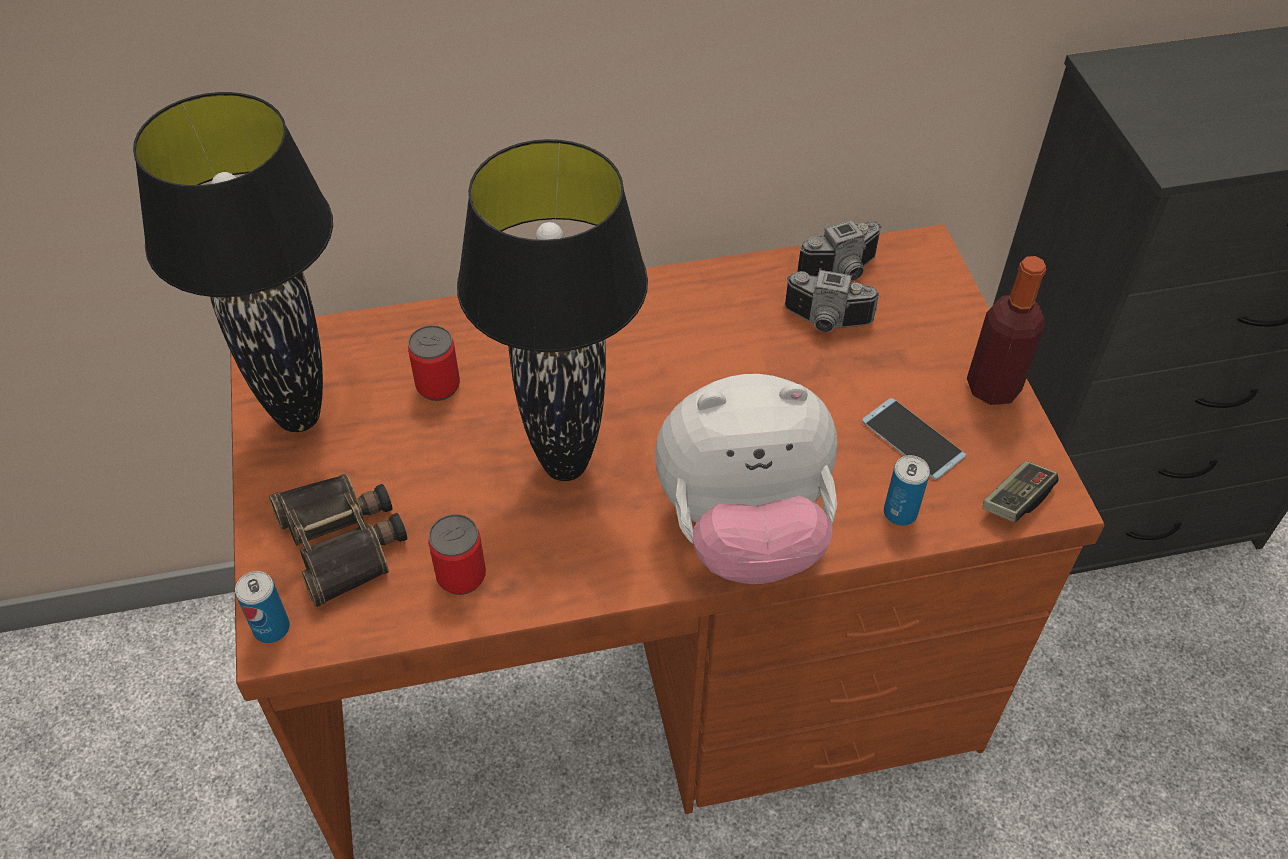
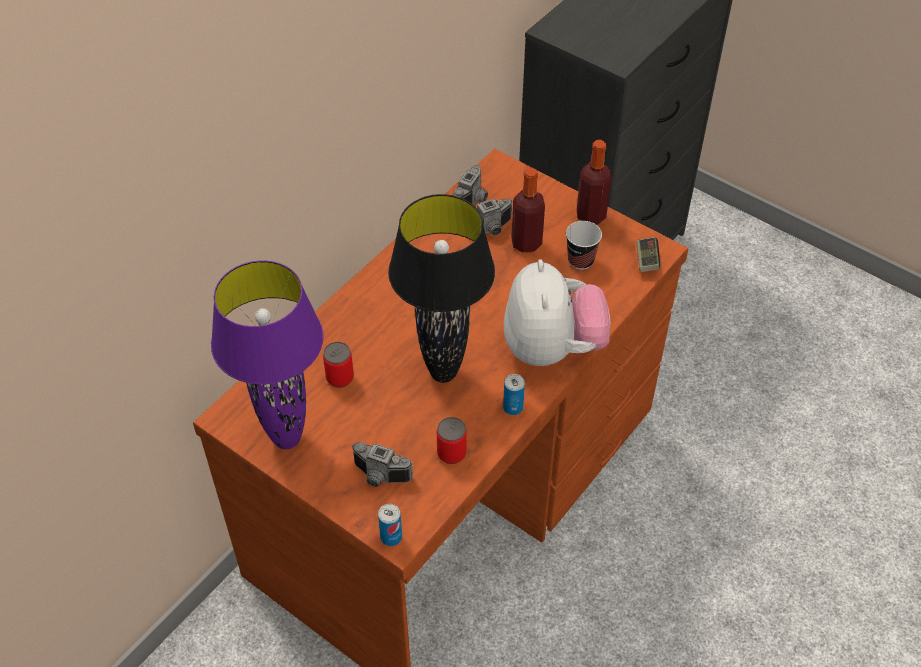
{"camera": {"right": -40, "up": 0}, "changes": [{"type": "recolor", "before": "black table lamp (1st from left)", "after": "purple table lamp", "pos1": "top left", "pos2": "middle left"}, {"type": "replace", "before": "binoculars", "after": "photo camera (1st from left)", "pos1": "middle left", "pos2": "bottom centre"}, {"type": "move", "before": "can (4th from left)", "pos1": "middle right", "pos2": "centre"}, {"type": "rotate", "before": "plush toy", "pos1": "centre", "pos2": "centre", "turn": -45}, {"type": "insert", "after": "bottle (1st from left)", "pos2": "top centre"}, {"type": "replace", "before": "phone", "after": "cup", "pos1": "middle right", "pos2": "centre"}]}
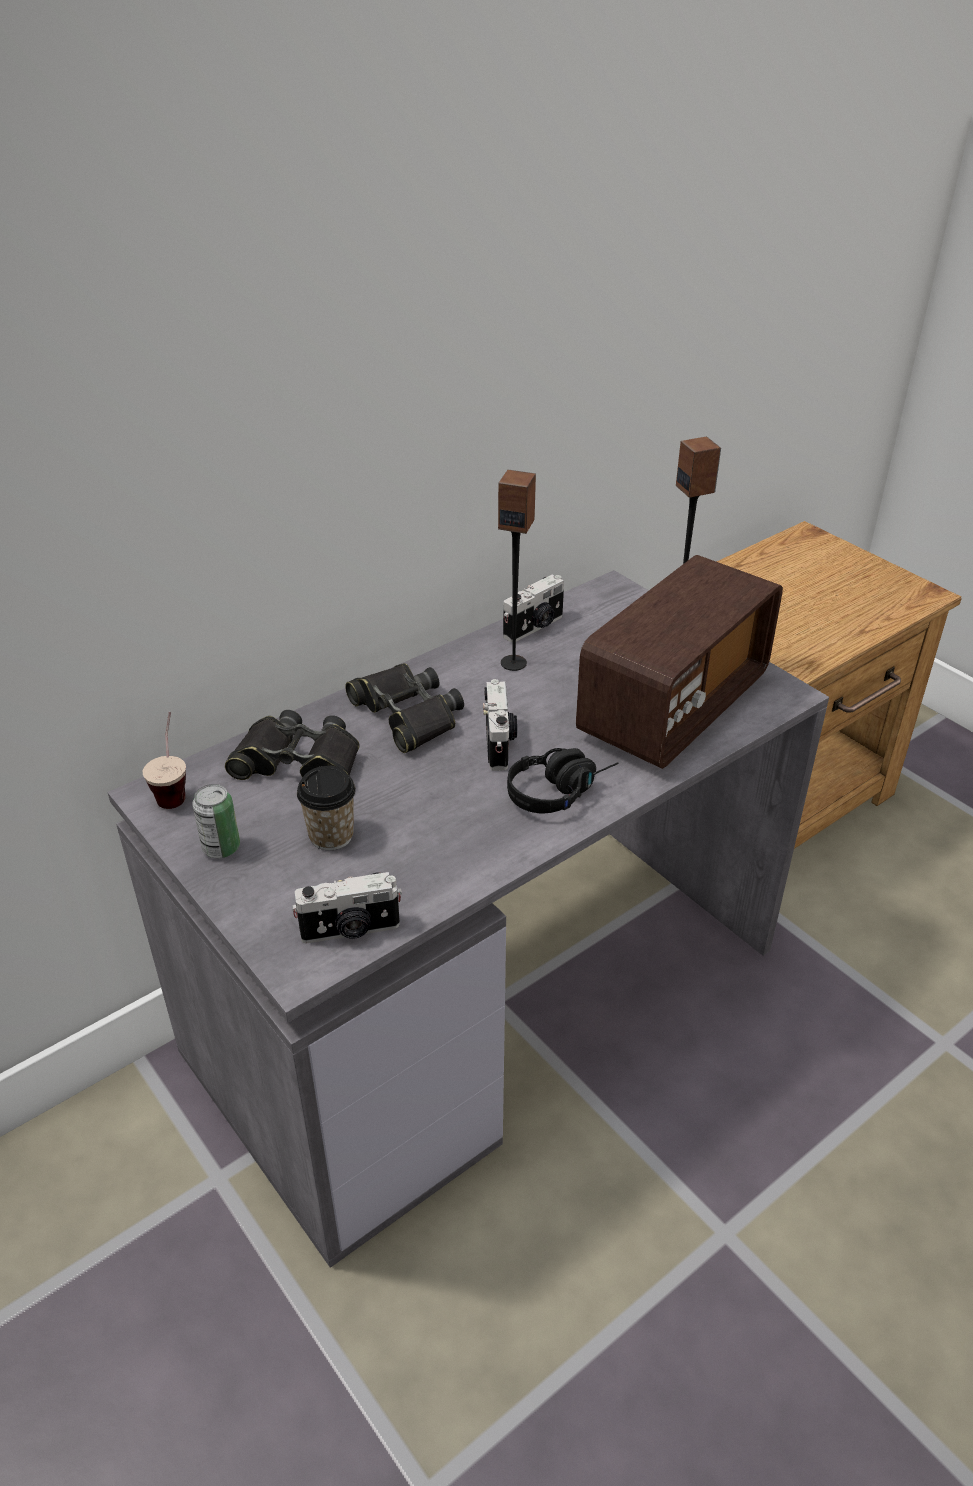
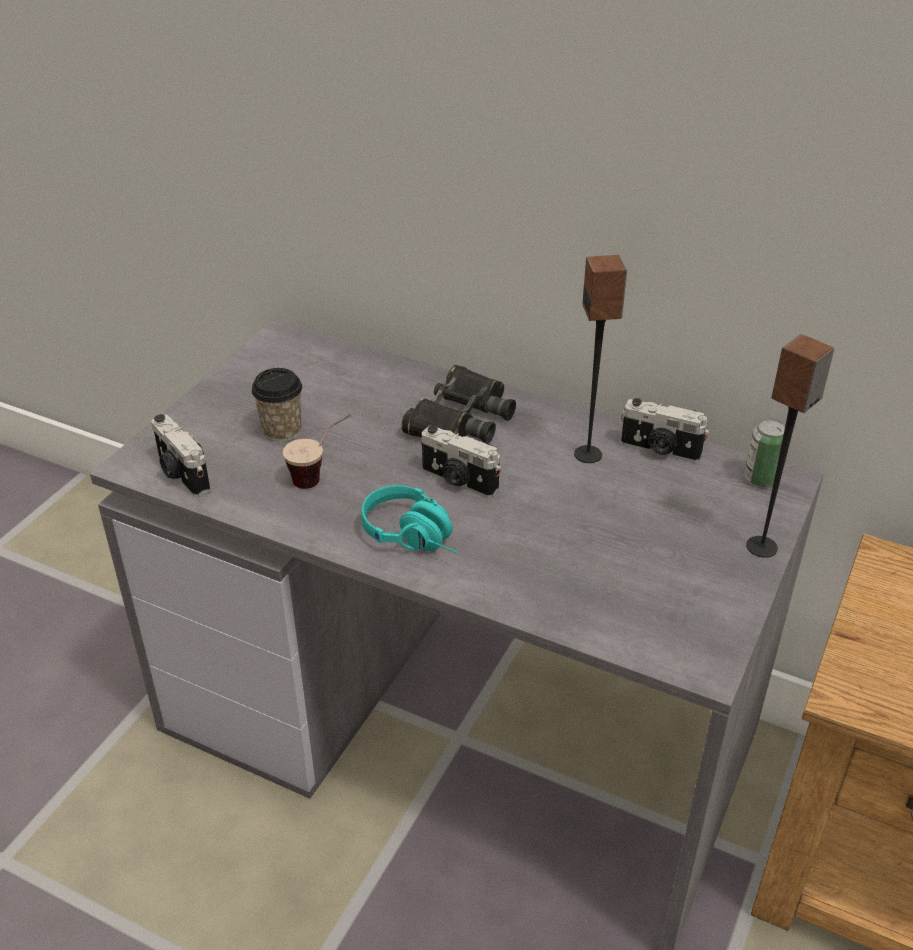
{"camera": {"right": 65, "up": 0}, "changes": [{"type": "move", "before": "cup (1st from left in the first image)", "after": "cup (2nd from left)", "pos1": "middle left", "pos2": "centre"}, {"type": "recolor", "before": "black headphones", "after": "turquoise headphones", "pos1": "centre", "pos2": "centre"}, {"type": "rotate", "before": "photo camera (2nd from left)", "pos1": "centre", "pos2": "centre", "turn": 60}, {"type": "move", "before": "can", "pos1": "middle left", "pos2": "middle right"}, {"type": "delete", "before": "black binoculars (1st from left)", "pos1": "middle left"}, {"type": "delete", "before": "radio", "pos1": "middle right"}]}
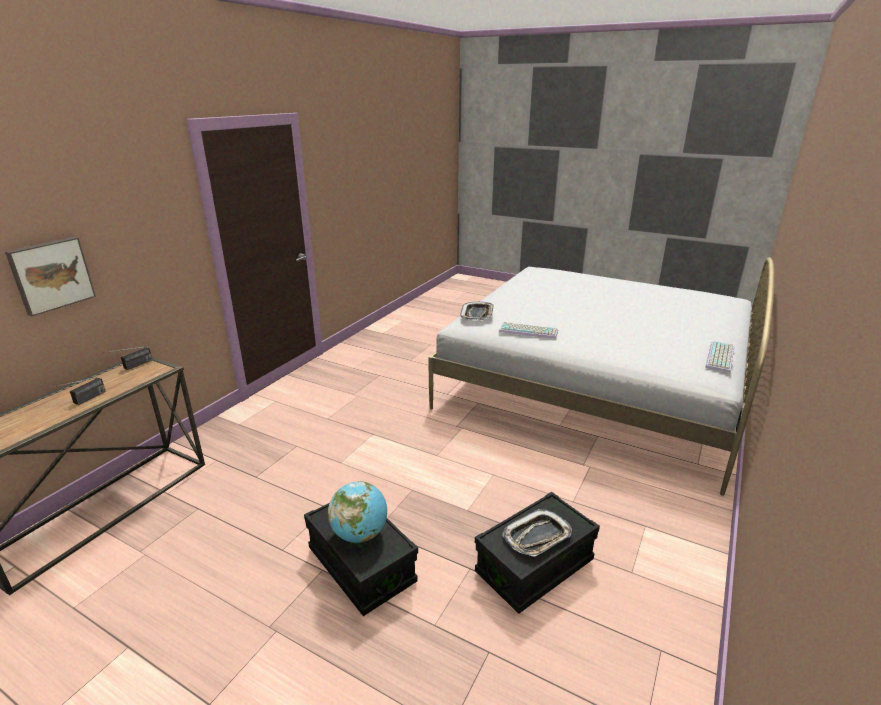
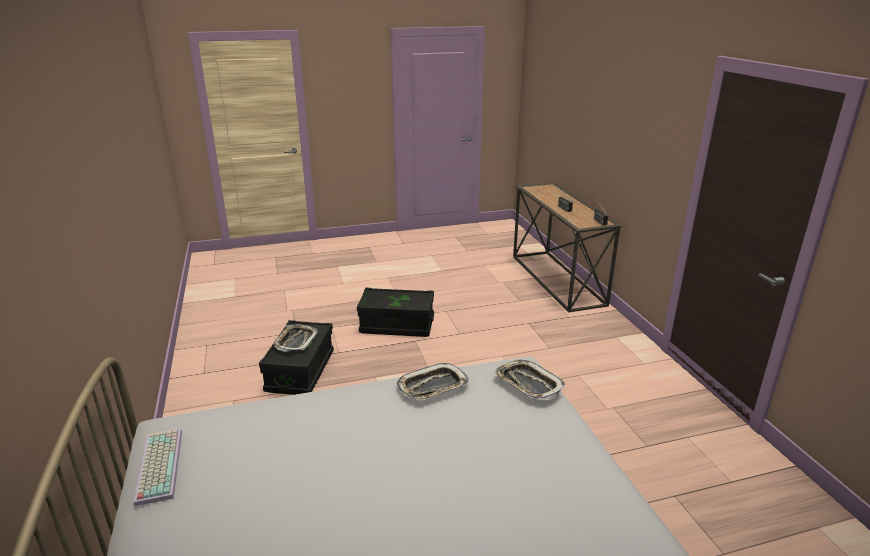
{"camera": {"right": 135, "up": 0}, "changes": [{"type": "replace", "before": "keyboard (1st from left)", "after": "tray (2nd from left)", "pos1": "centre", "pos2": "bottom centre"}, {"type": "delete", "before": "picture", "pos1": "middle left"}, {"type": "delete", "before": "globe", "pos1": "bottom centre"}]}
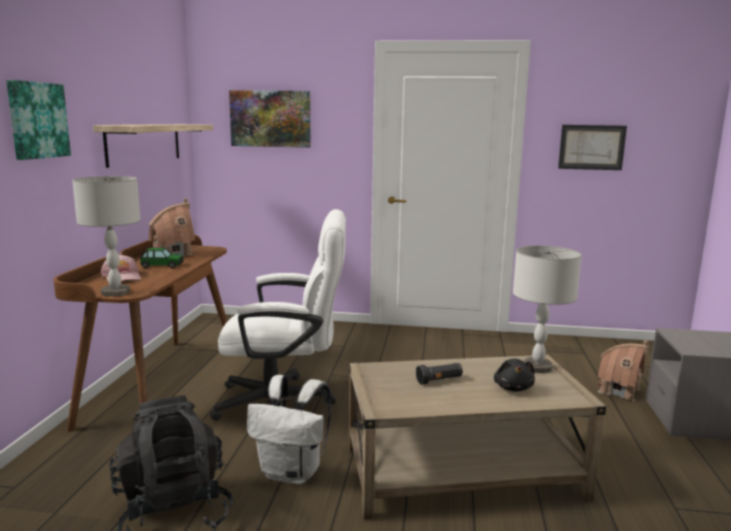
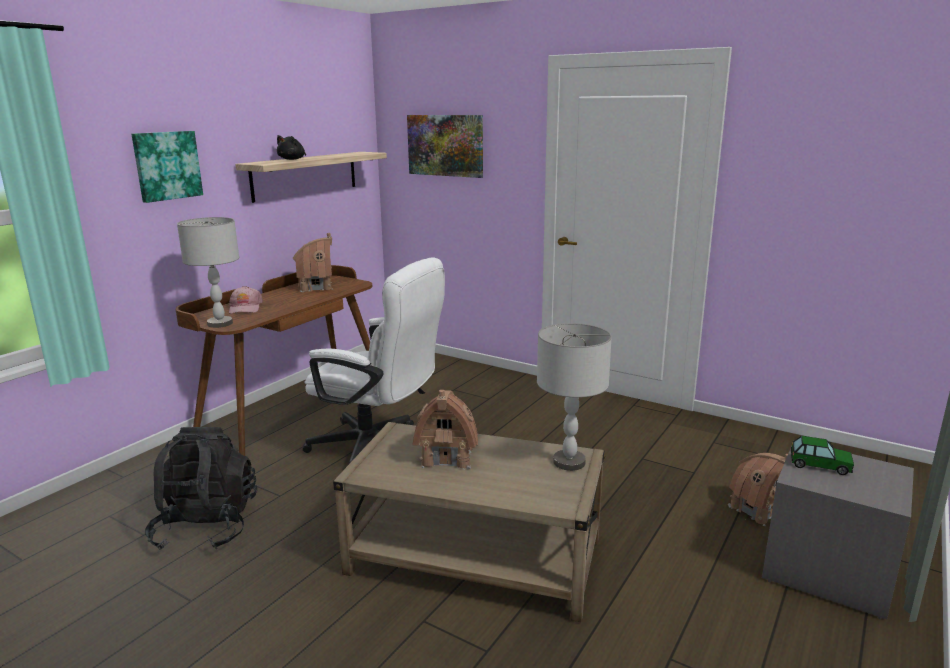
{"camera": {"right": 25, "up": 5}, "changes": [{"type": "move", "before": "black plush toy", "pos1": "bottom right", "pos2": "top left"}, {"type": "replace", "before": "black flashlight", "after": "toy house (2nd from left)", "pos1": "bottom centre", "pos2": "centre"}, {"type": "move", "before": "toy car", "pos1": "middle left", "pos2": "bottom right"}, {"type": "delete", "before": "white backpack", "pos1": "bottom centre"}, {"type": "delete", "before": "picture (3rd from left)", "pos1": "top right"}]}
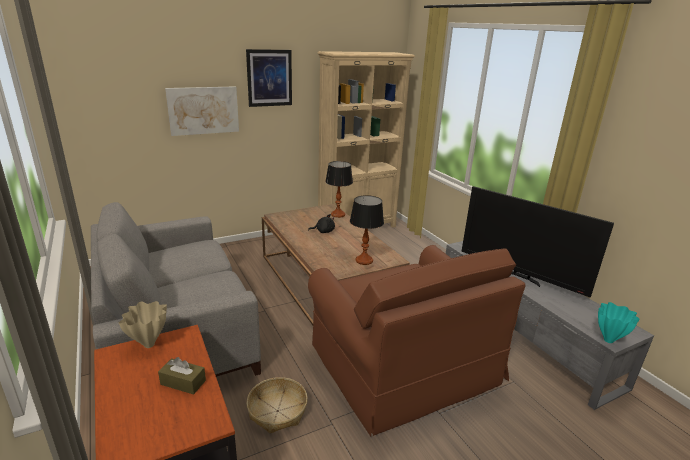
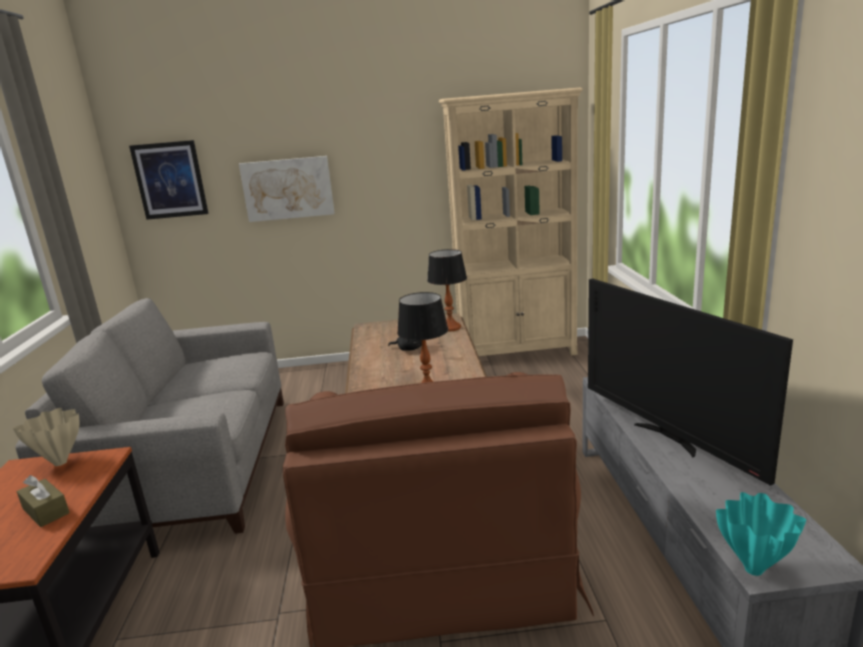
{"camera": {"right": 25, "up": -5}, "changes": [{"type": "move", "before": "picture (2nd from left in the first image)", "after": "picture (1st from left)", "pos1": "top centre", "pos2": "top left"}, {"type": "delete", "before": "basket", "pos1": "bottom centre"}]}
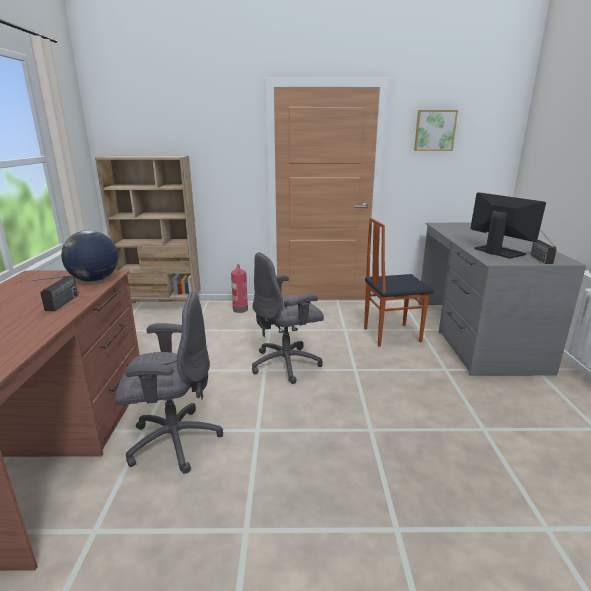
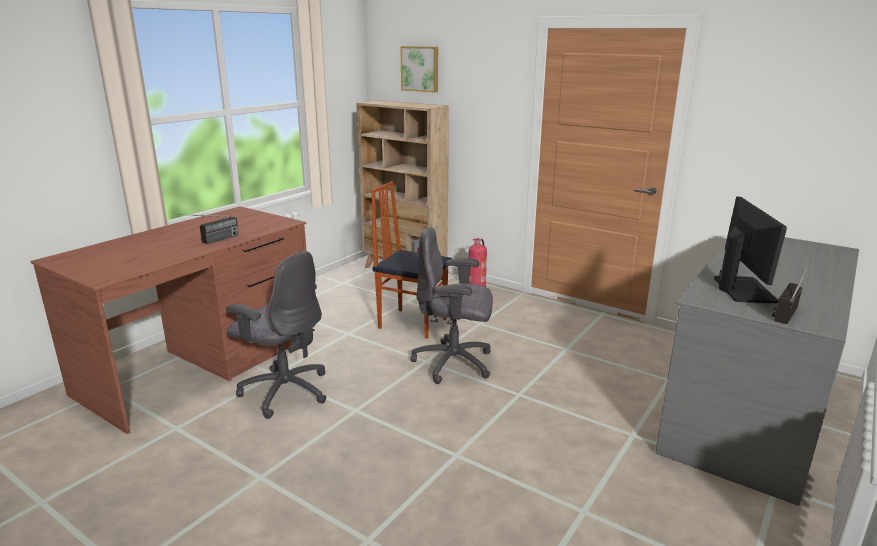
{"camera": {"right": 35, "up": 0}, "changes": [{"type": "move", "before": "chair", "pos1": "middle right", "pos2": "centre"}, {"type": "move", "before": "picture", "pos1": "top right", "pos2": "top centre"}, {"type": "delete", "before": "globe", "pos1": "middle left"}]}
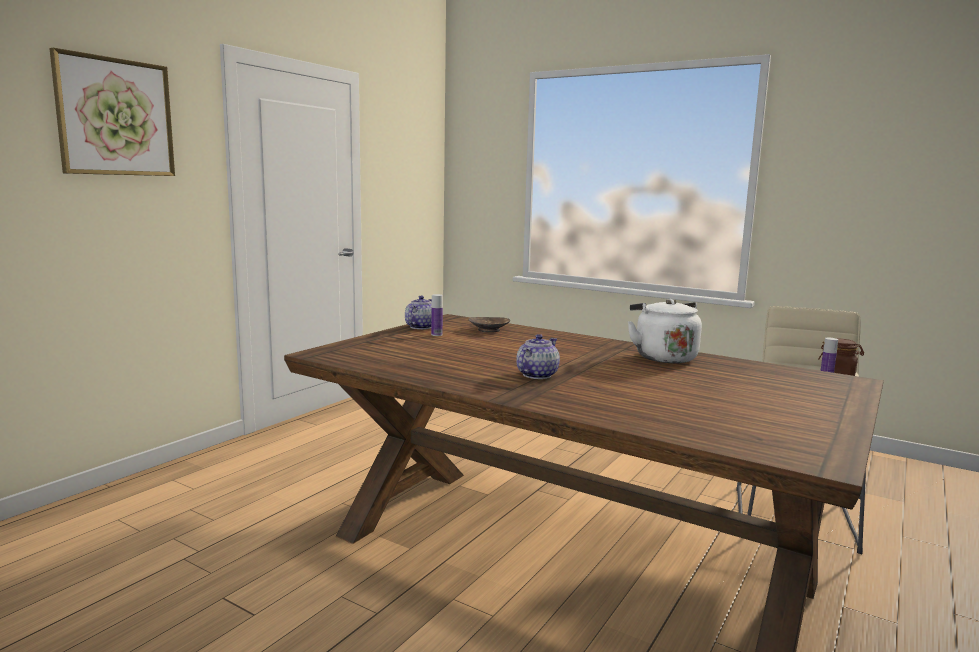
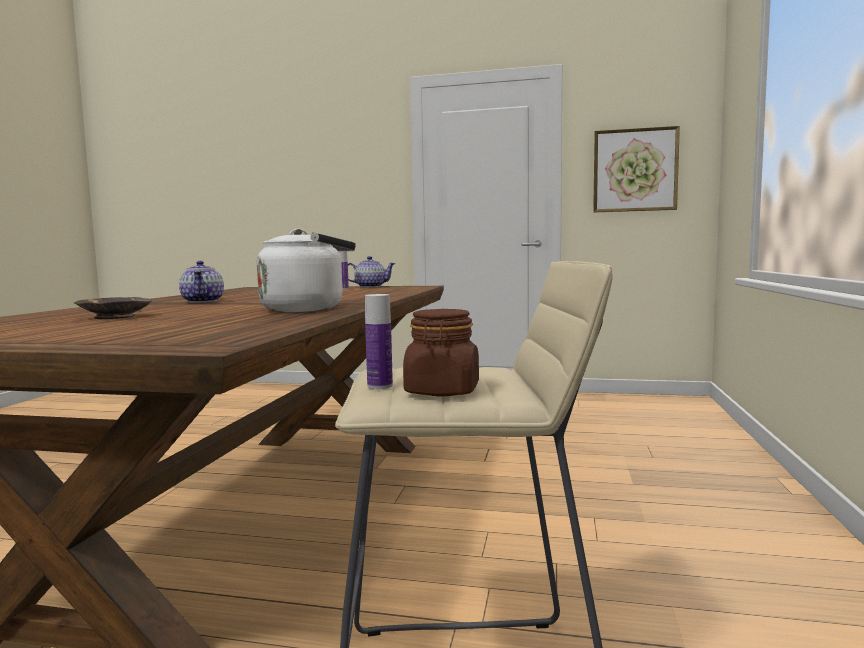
{"camera": {"right": 70, "up": -5}, "changes": [{"type": "move", "before": "brown bowl", "pos1": "centre", "pos2": "middle left"}, {"type": "rotate", "before": "teapot (2nd from left in the first image)", "pos1": "centre", "pos2": "middle left", "turn": 60}, {"type": "move", "before": "picture", "pos1": "top left", "pos2": "top right"}]}
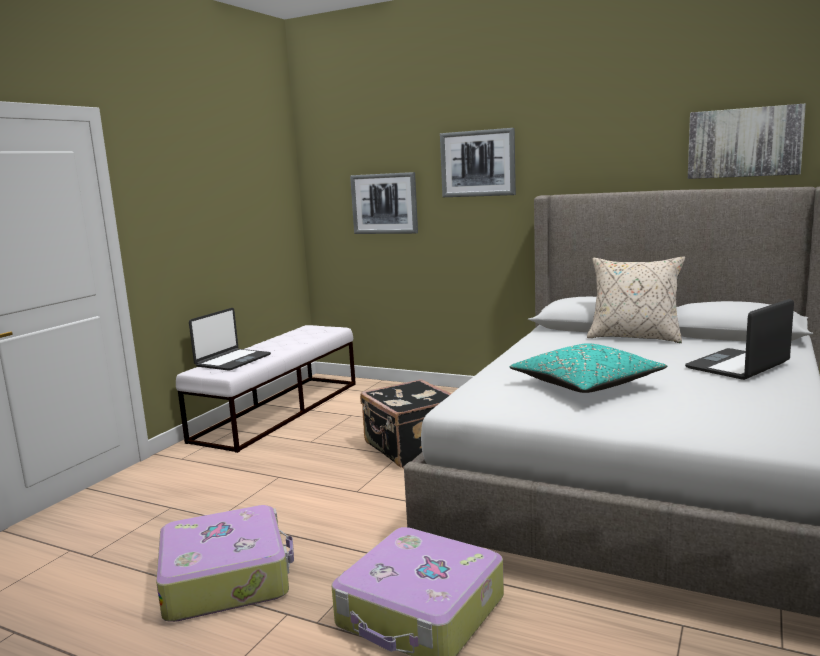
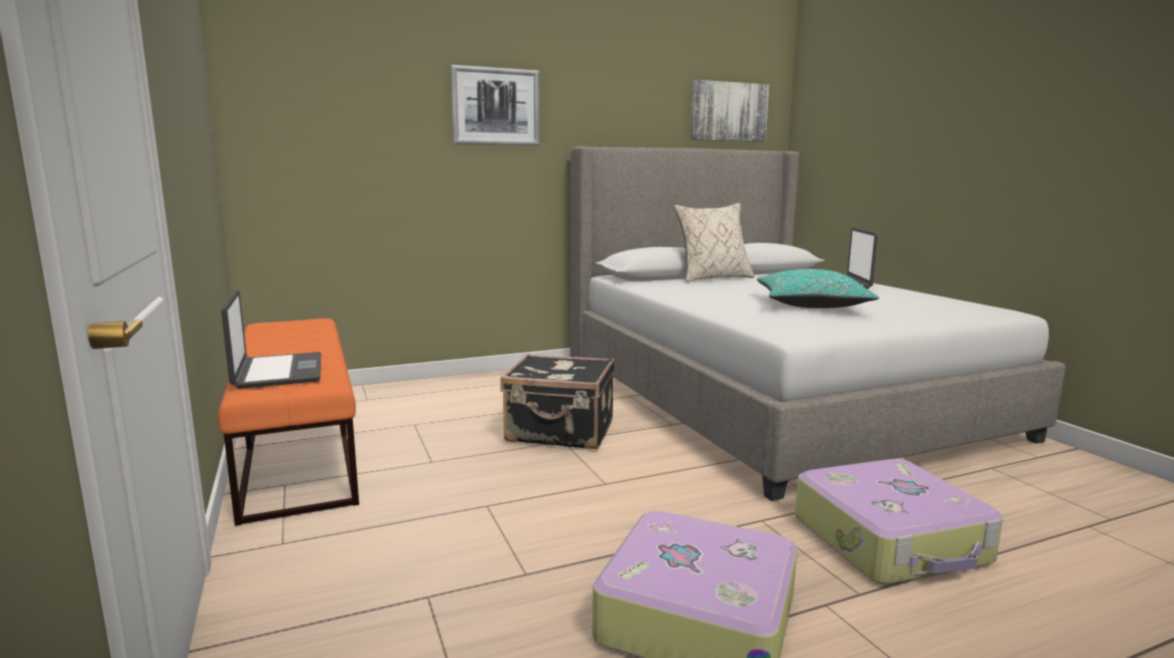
{"camera": {"right": -50, "up": 0}, "changes": [{"type": "recolor", "before": "white bench", "after": "orange bench", "pos1": "middle left", "pos2": "middle left"}, {"type": "delete", "before": "picture (1st from left)", "pos1": "top centre"}]}
